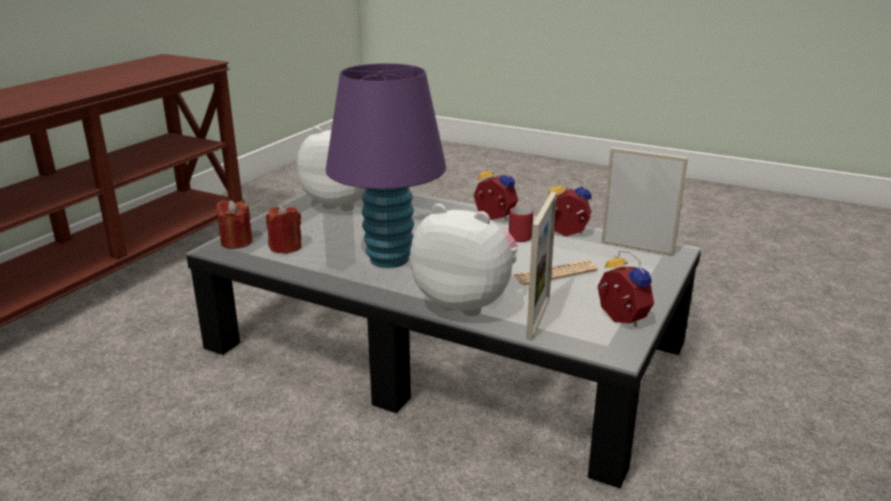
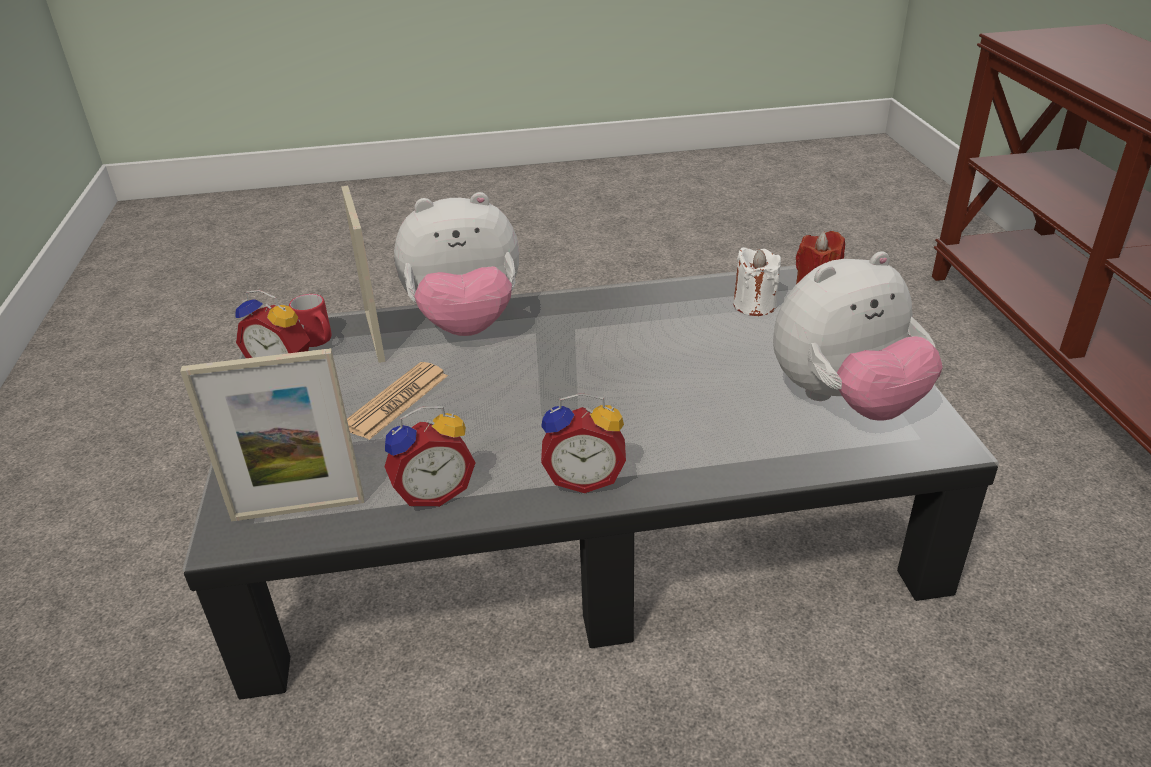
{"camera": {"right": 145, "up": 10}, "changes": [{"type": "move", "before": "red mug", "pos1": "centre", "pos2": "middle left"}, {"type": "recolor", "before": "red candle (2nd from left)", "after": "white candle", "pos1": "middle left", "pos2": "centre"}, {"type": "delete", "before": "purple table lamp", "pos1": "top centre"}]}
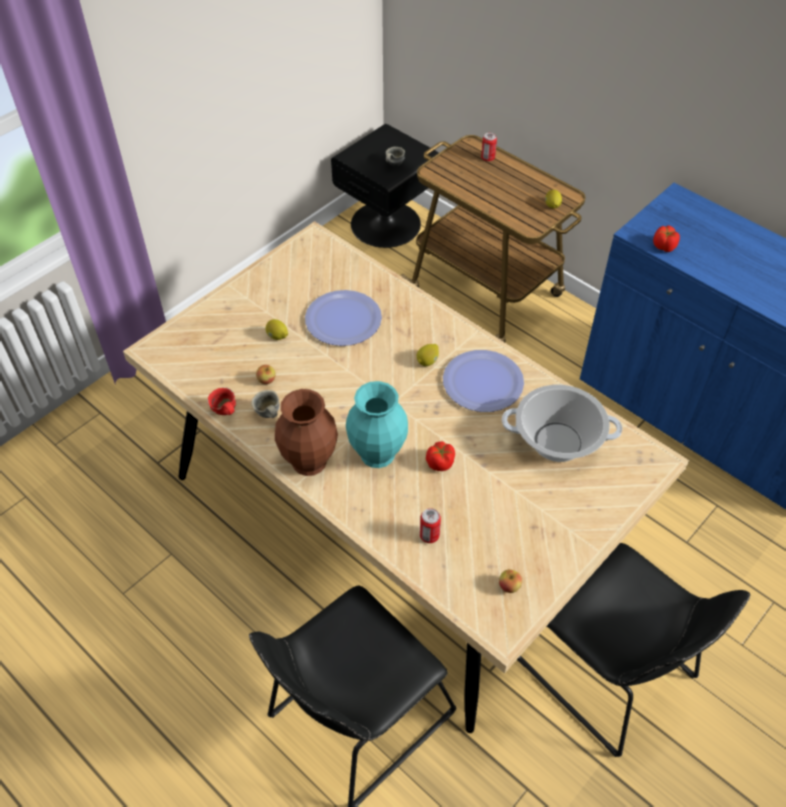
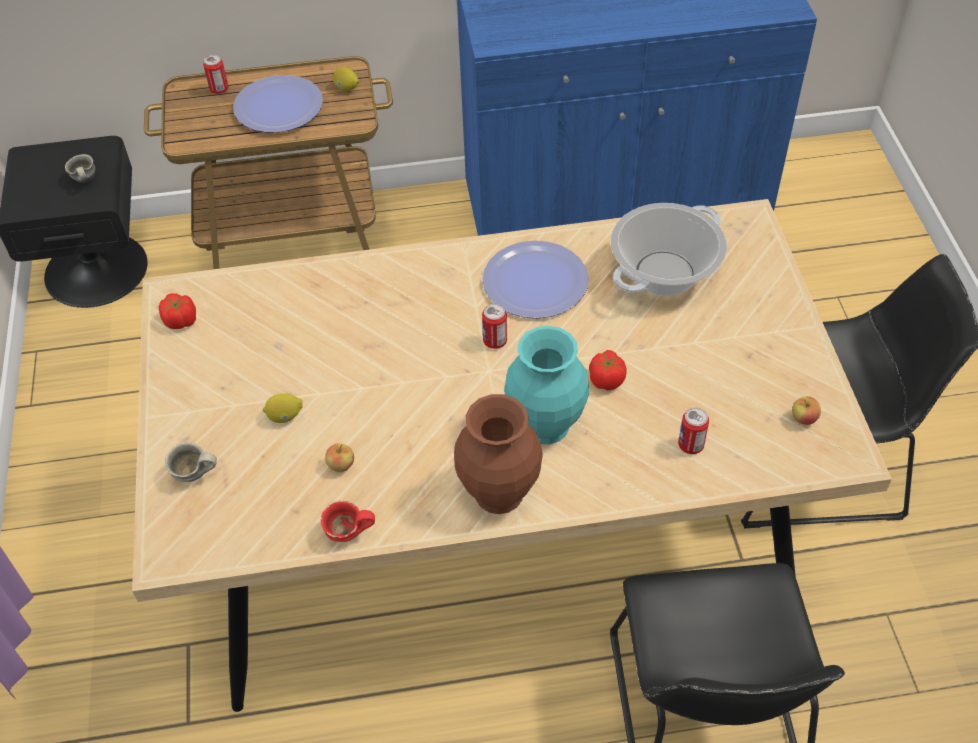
{"camera": {"right": -50, "up": 0}, "changes": [{"type": "move", "before": "tomato (2nd from left in the first image)", "after": "tomato (1st from left)", "pos1": "top right", "pos2": "middle left"}, {"type": "move", "before": "grey mug (1st from left in the first image)", "after": "grey mug (2nd from left)", "pos1": "centre", "pos2": "middle left"}, {"type": "move", "before": "plate (1st from left)", "pos1": "centre", "pos2": "top left"}, {"type": "insert", "after": "can (2nd from left)", "pos2": "centre"}, {"type": "delete", "before": "lemon (2nd from left)", "pos1": "centre"}]}
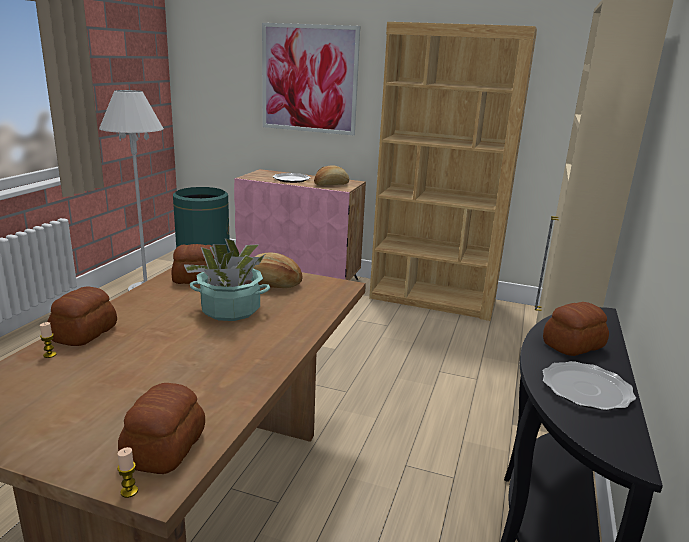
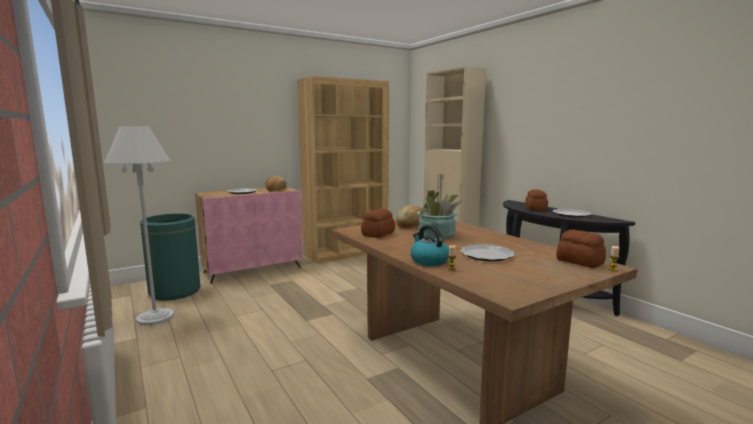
{"camera": {"right": -50, "up": -10}, "changes": [{"type": "replace", "before": "bread (1st from left)", "after": "kettle", "pos1": "middle left", "pos2": "centre"}, {"type": "insert", "after": "plate (2nd from left)", "pos2": "centre"}, {"type": "delete", "before": "picture", "pos1": "top centre"}]}
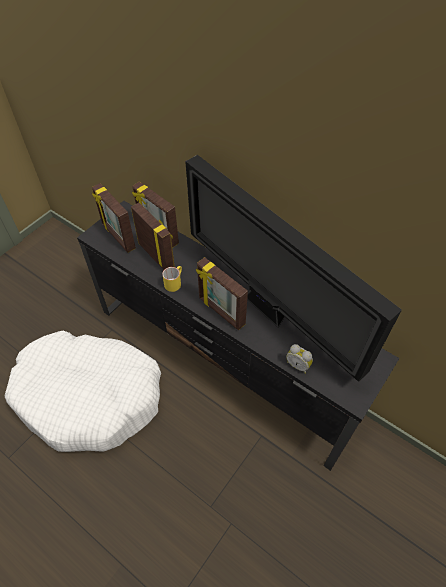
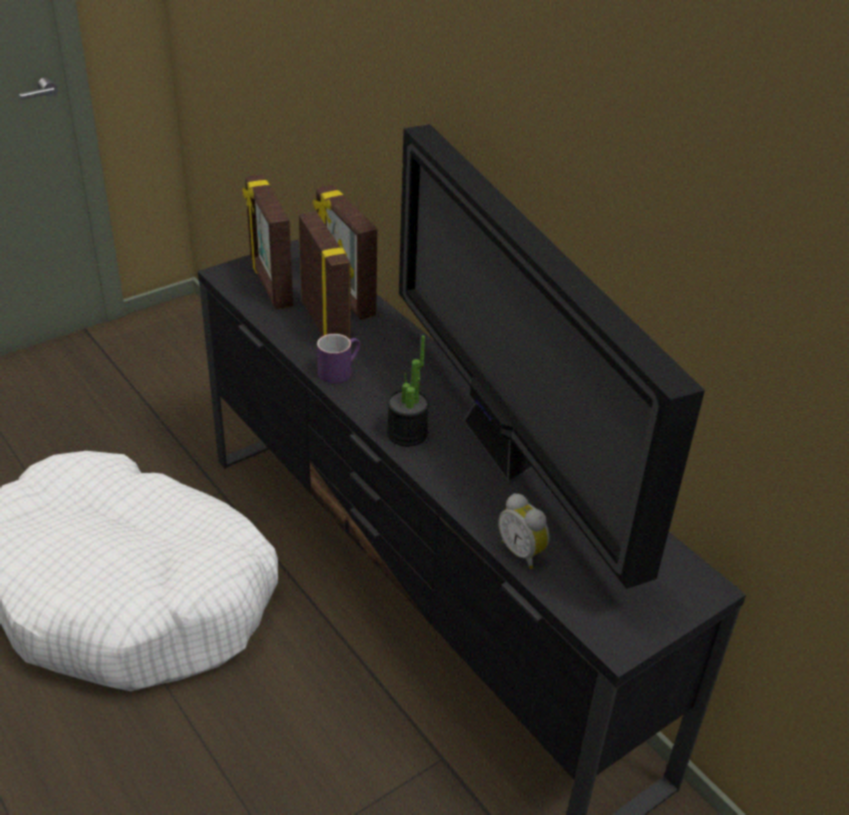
{"camera": {"right": 15, "up": -15}, "changes": [{"type": "recolor", "before": "yellow mug", "after": "purple mug", "pos1": "centre", "pos2": "centre"}, {"type": "replace", "before": "picture frame (4th from left)", "after": "potted plant", "pos1": "centre", "pos2": "centre"}]}
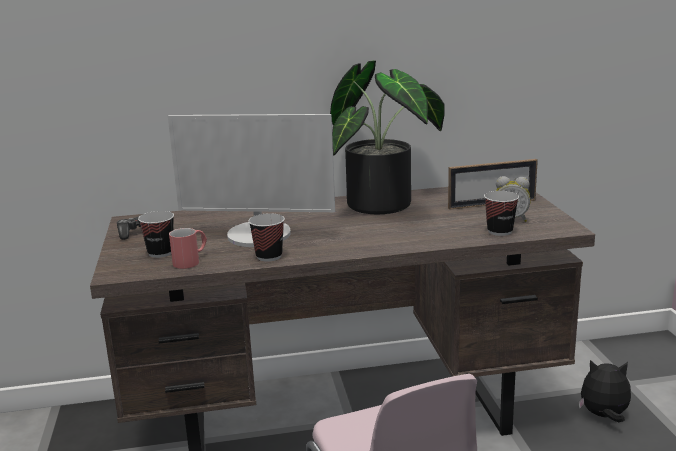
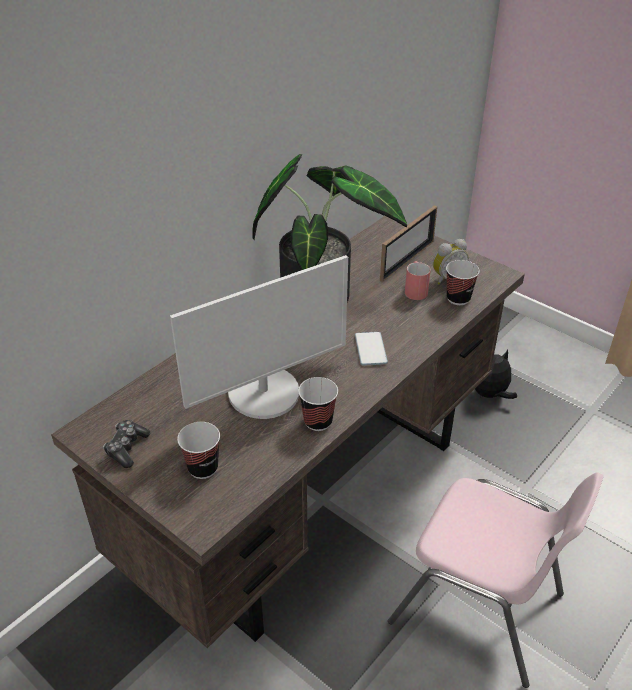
{"camera": {"right": -40, "up": 20}, "changes": [{"type": "insert", "after": "phone", "pos2": "centre"}, {"type": "move", "before": "red mug", "pos1": "middle left", "pos2": "centre"}]}
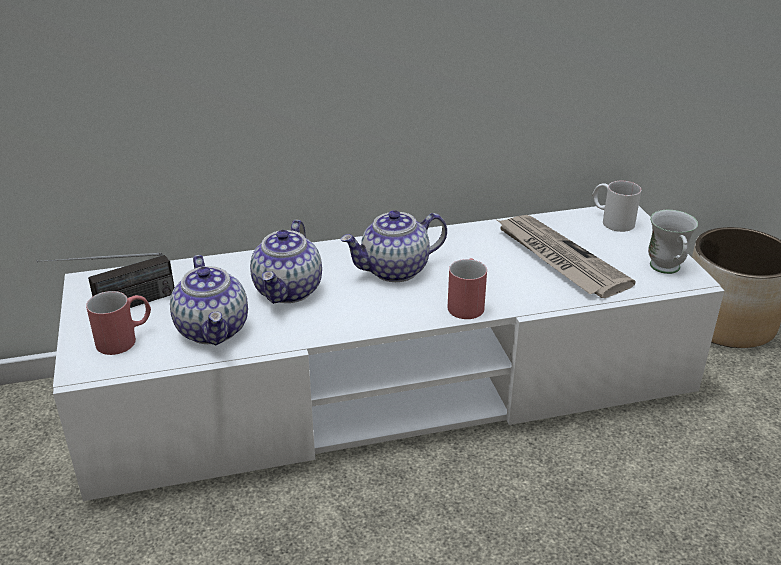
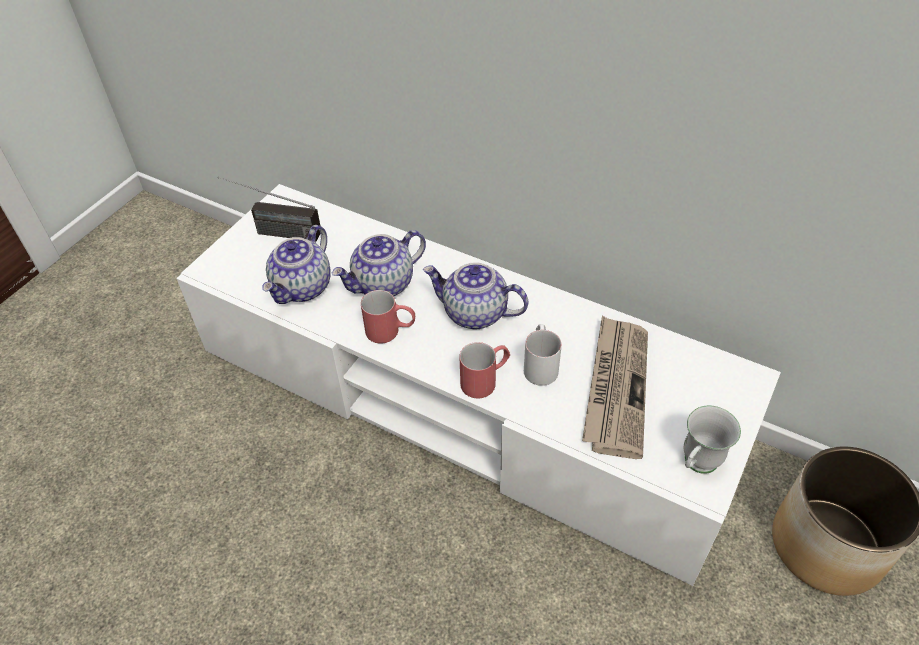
{"camera": {"right": 45, "up": 15}, "changes": [{"type": "move", "before": "red mug (1st from left)", "pos1": "middle left", "pos2": "centre"}, {"type": "move", "before": "white mug (1st from left)", "pos1": "middle right", "pos2": "centre"}]}
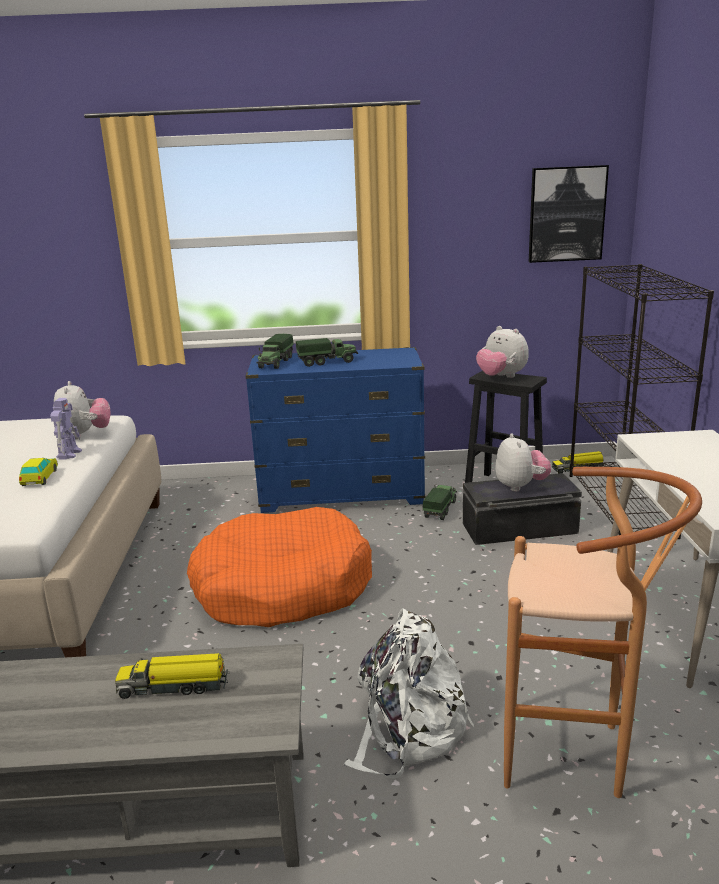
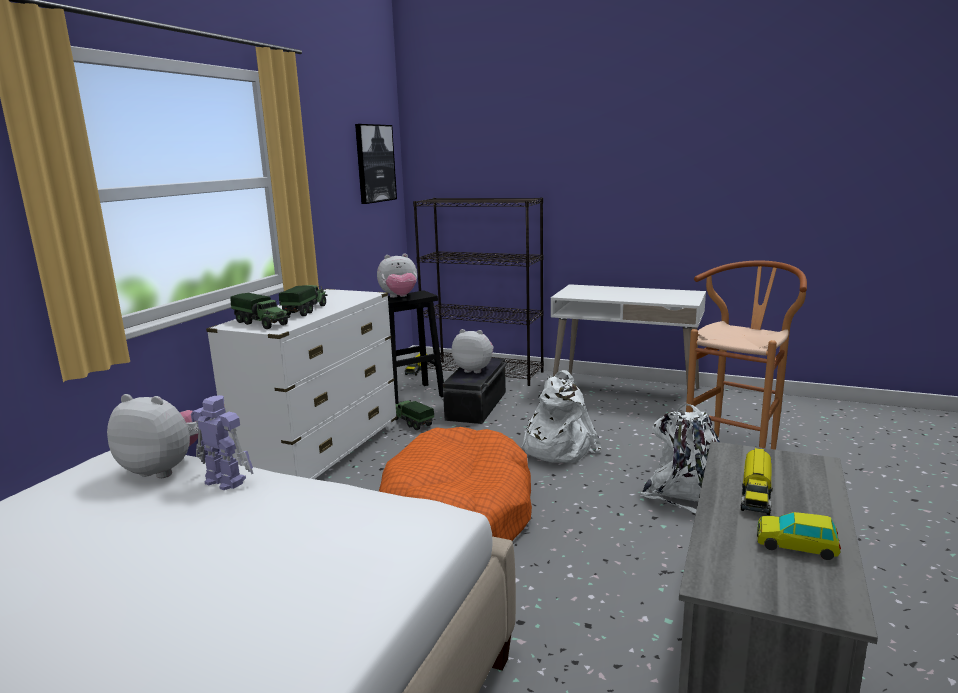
{"camera": {"right": -65, "up": -5}, "changes": [{"type": "recolor", "before": "blue dresser", "after": "white dresser", "pos1": "centre", "pos2": "middle left"}, {"type": "insert", "after": "white backpack (1st from left)", "pos2": "centre"}, {"type": "move", "before": "toy car", "pos1": "middle left", "pos2": "bottom right"}]}
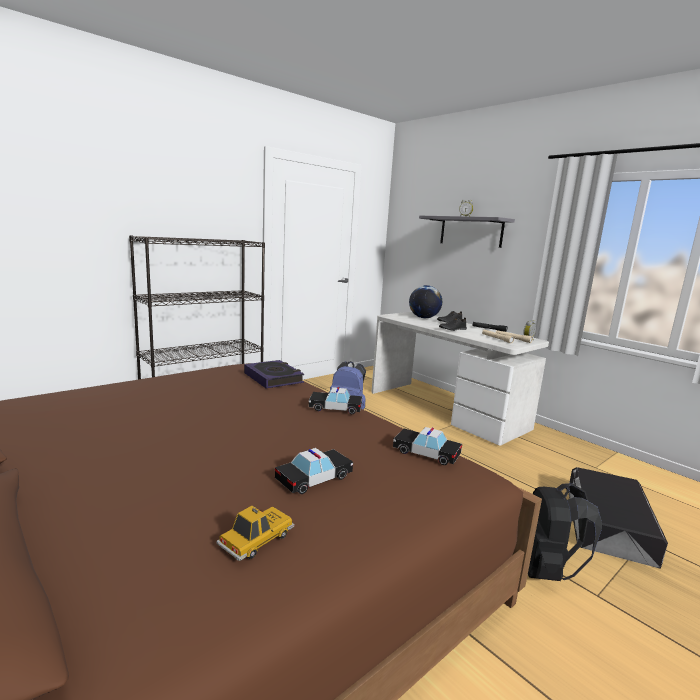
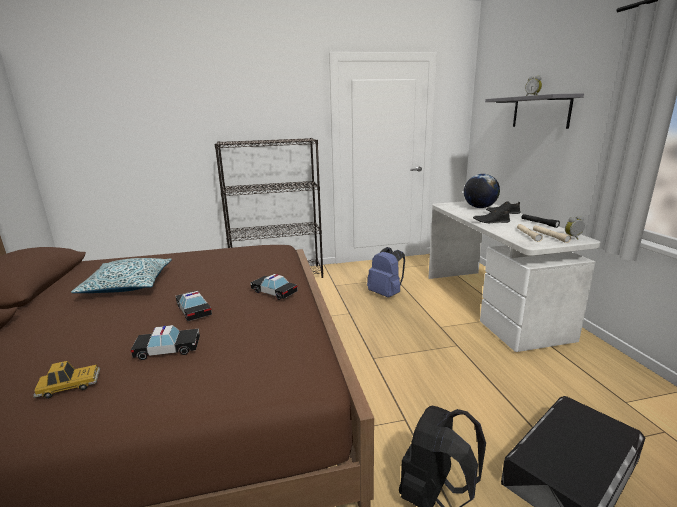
{"camera": {"right": 30, "up": 5}, "changes": [{"type": "insert", "after": "pillow", "pos2": "middle left"}, {"type": "move", "before": "toy car (4th from left in the first image)", "after": "toy car (3rd from left)", "pos1": "centre", "pos2": "middle left"}, {"type": "delete", "before": "book", "pos1": "centre"}]}
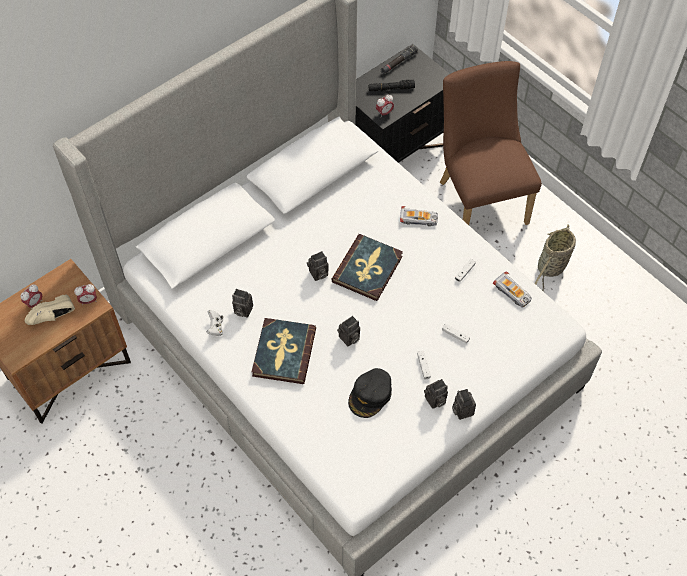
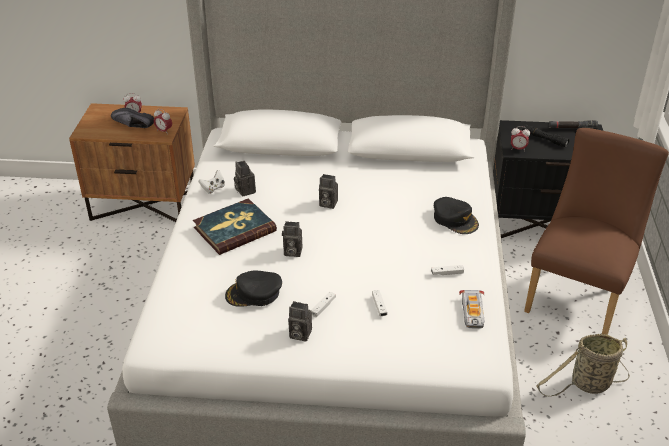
{"camera": {"right": 45, "up": -20}, "changes": [{"type": "recolor", "before": "beige shoe", "after": "black shoe", "pos1": "middle left", "pos2": "top left"}, {"type": "replace", "before": "toy car (1st from left)", "after": "black cap (2nd from left)", "pos1": "centre", "pos2": "middle right"}, {"type": "delete", "before": "book (2nd from left)", "pos1": "centre"}, {"type": "delete", "before": "photo camera (5th from left)", "pos1": "bottom right"}]}
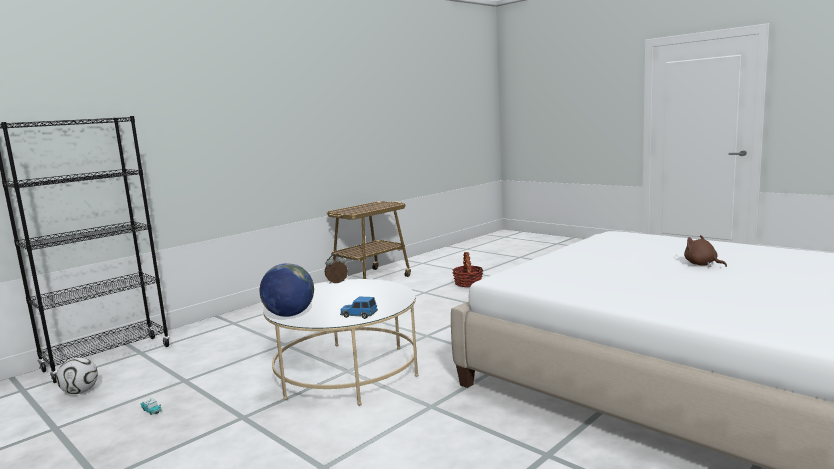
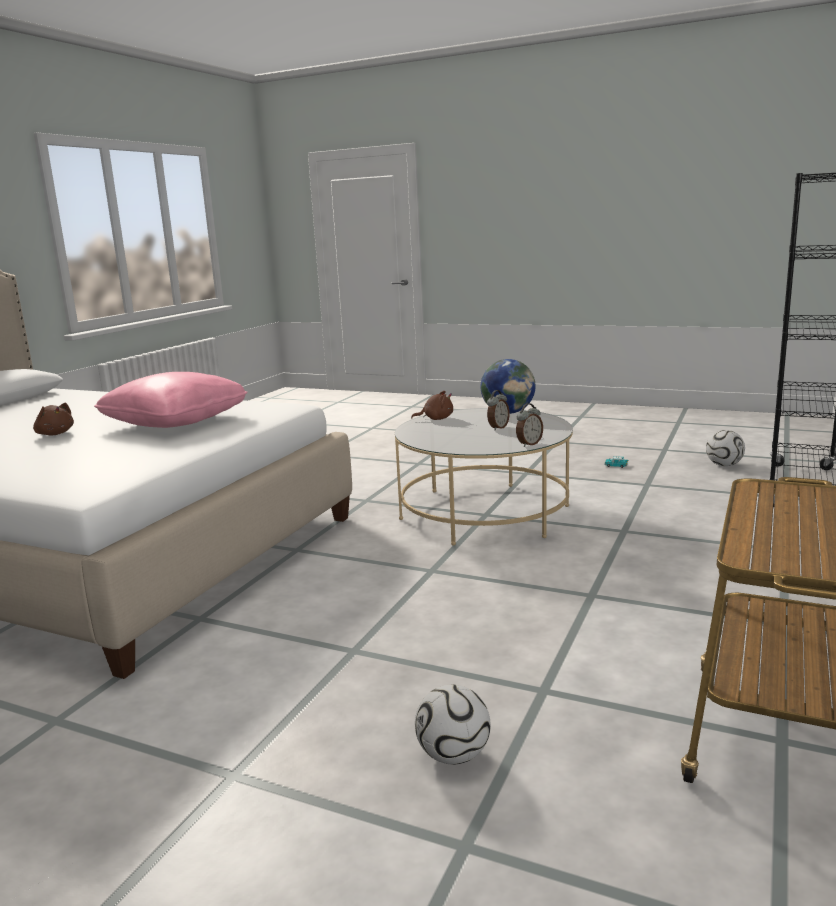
{"camera": {"right": 160, "up": 5}, "changes": [{"type": "insert", "after": "pink pillow", "pos2": "middle left"}, {"type": "replace", "before": "toy car (2nd from left)", "after": "brown plush toy (2nd from left)", "pos1": "centre", "pos2": "centre"}, {"type": "replace", "before": "basket", "after": "football (1st from left)", "pos1": "centre", "pos2": "bottom centre"}, {"type": "insert", "after": "alarm clock (1st from left)", "pos2": "centre"}]}
